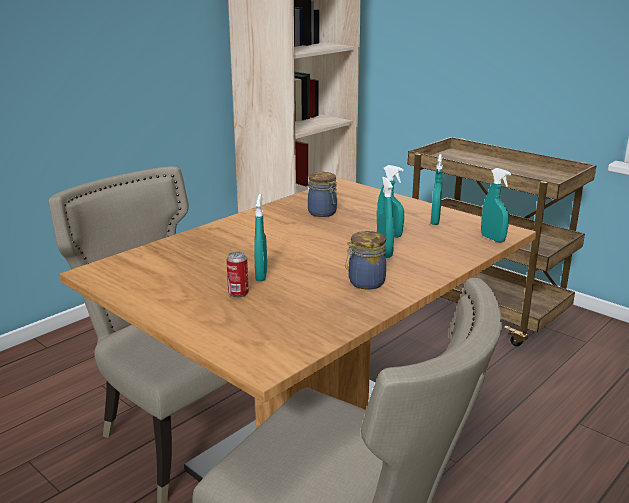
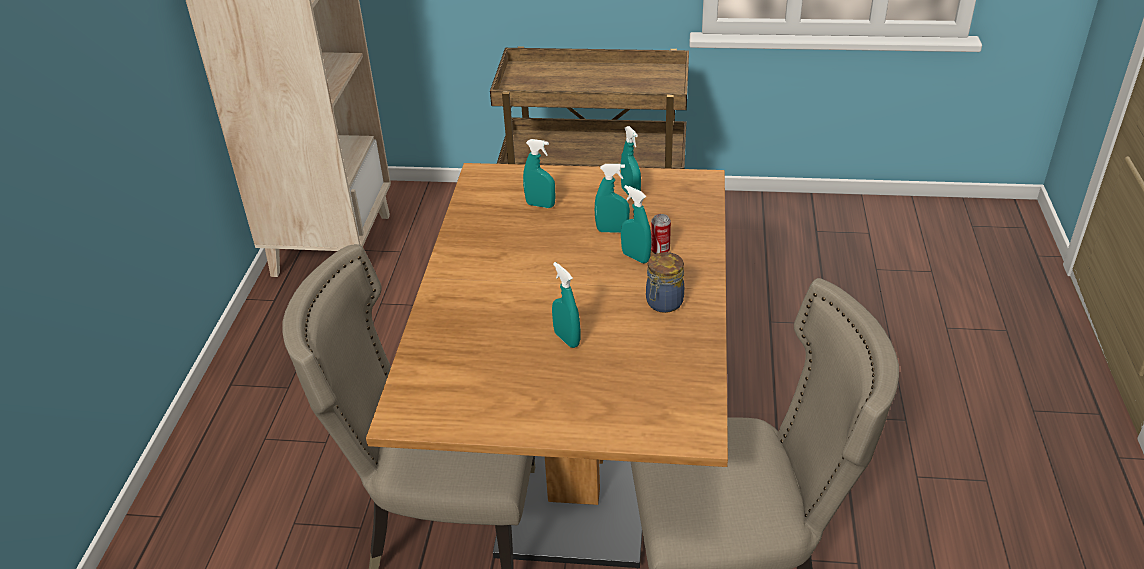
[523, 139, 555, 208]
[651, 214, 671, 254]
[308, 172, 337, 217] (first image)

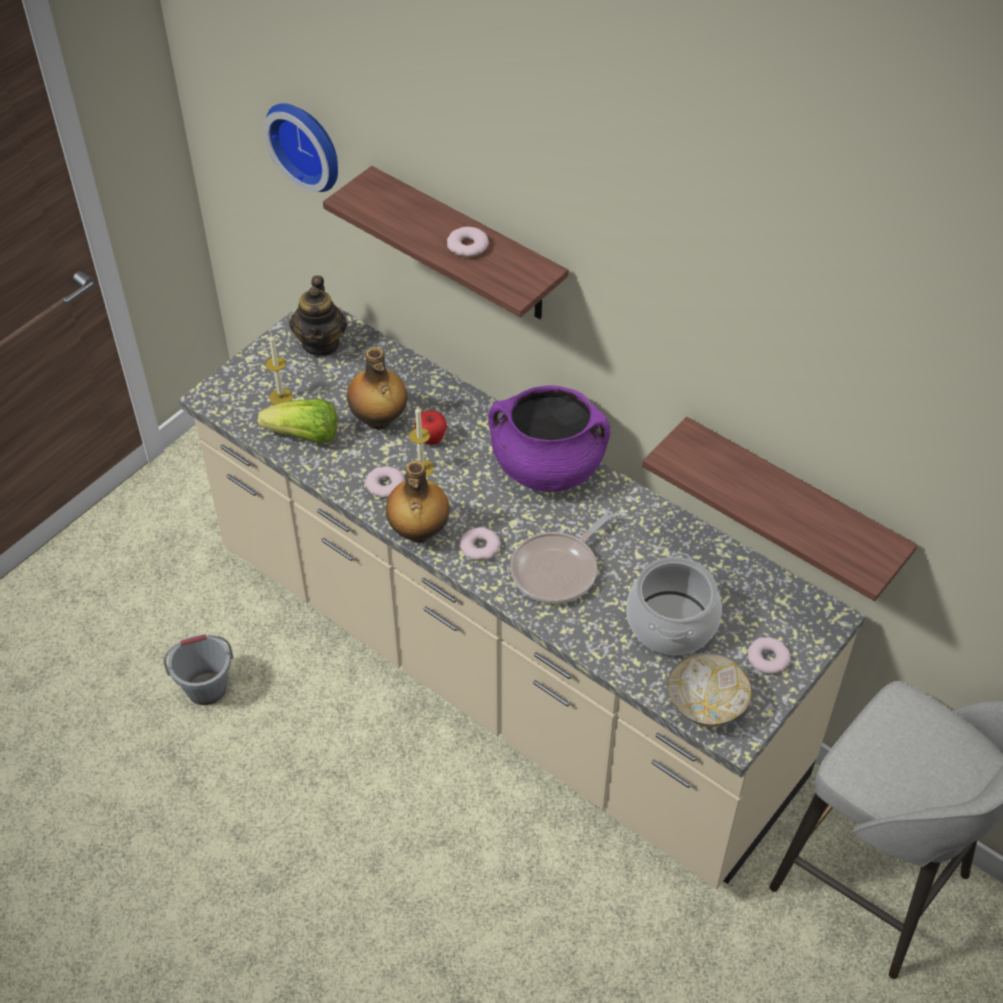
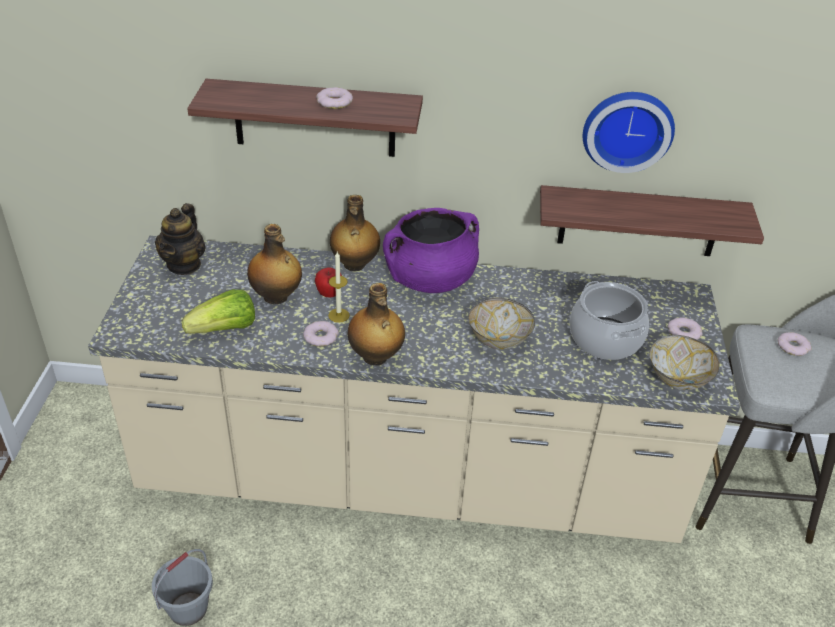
[155, 203, 206, 275]
[330, 195, 380, 272]
[469, 297, 535, 350]
[583, 92, 675, 173]
[778, 332, 812, 356]
[265, 335, 293, 405] (first image)

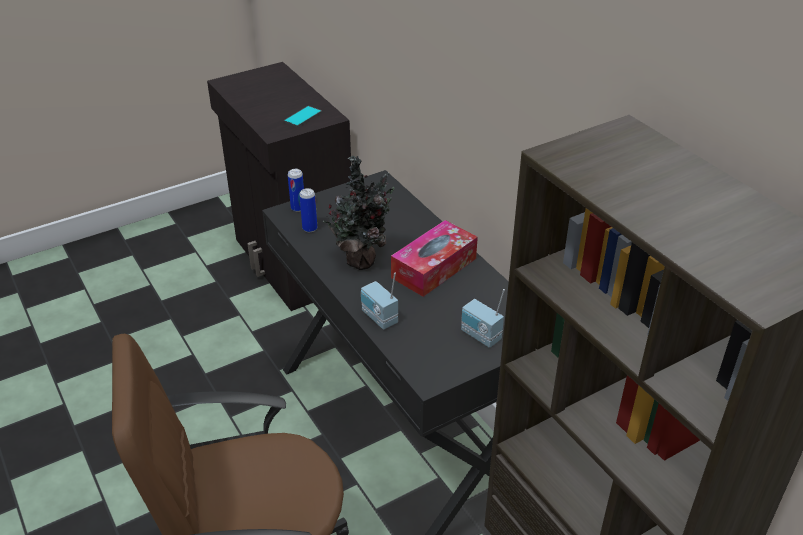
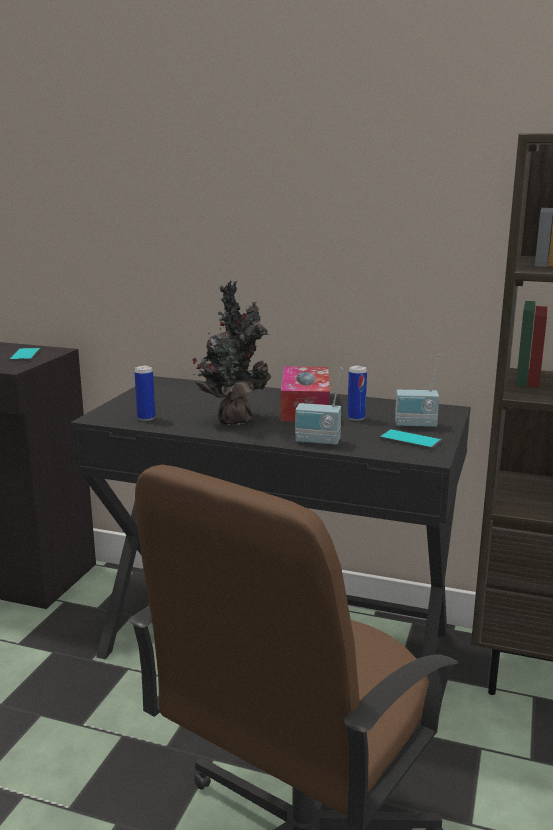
[347, 366, 367, 421]
[379, 429, 443, 450]

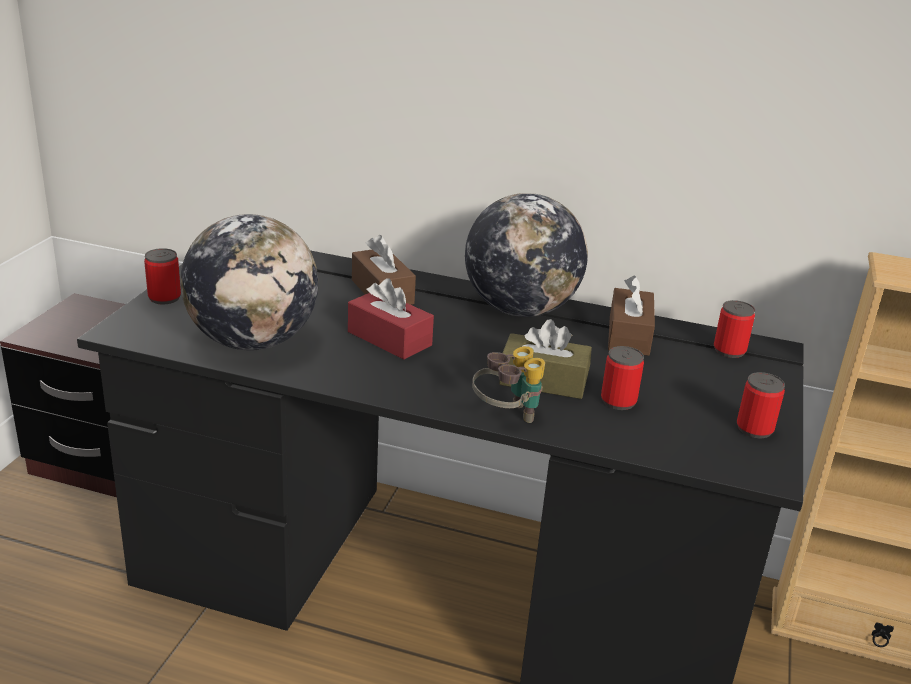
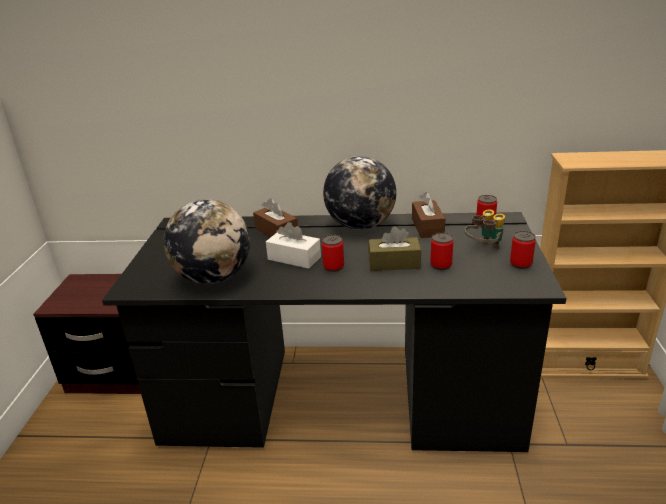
[266, 222, 321, 269]
[322, 235, 344, 272]
[465, 209, 505, 250]

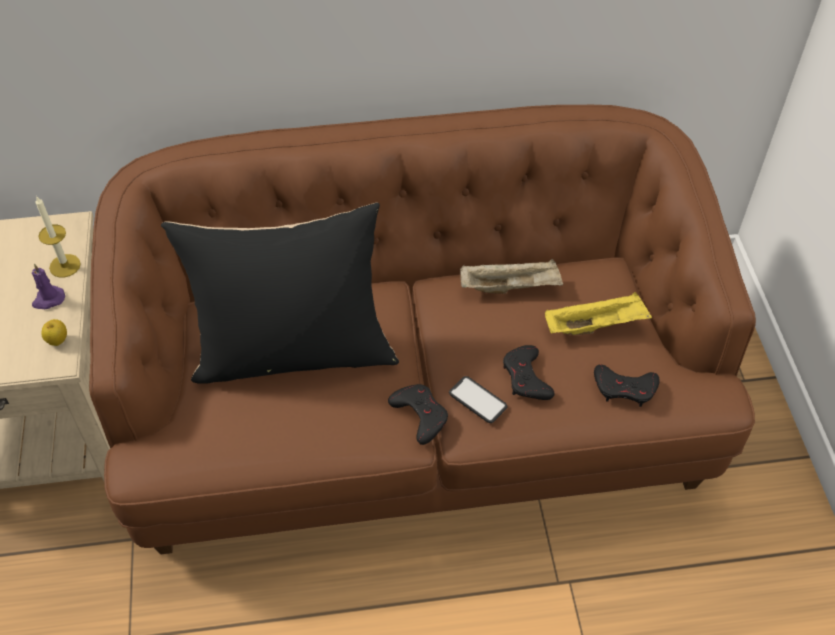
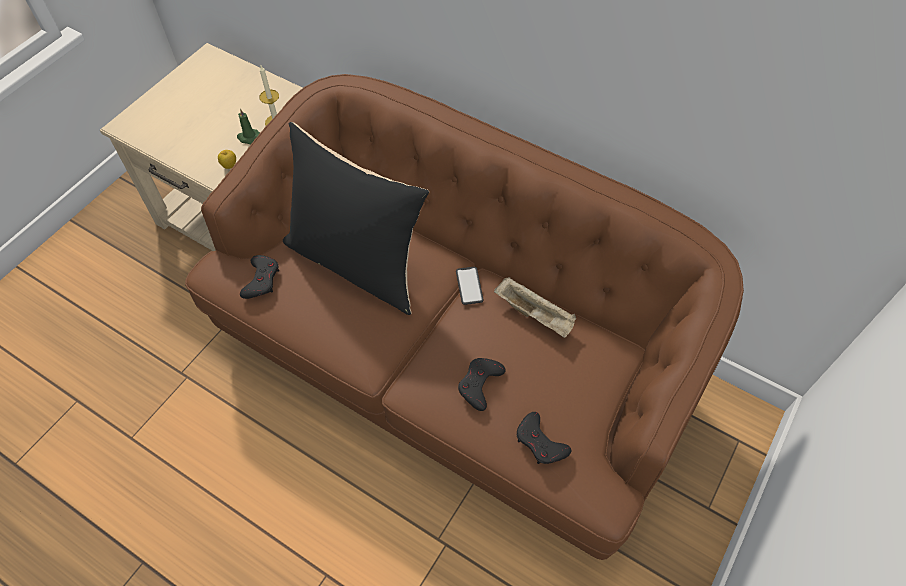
[237, 108, 260, 144]
[240, 255, 279, 299]
[456, 267, 484, 305]
[545, 292, 652, 335] (first image)

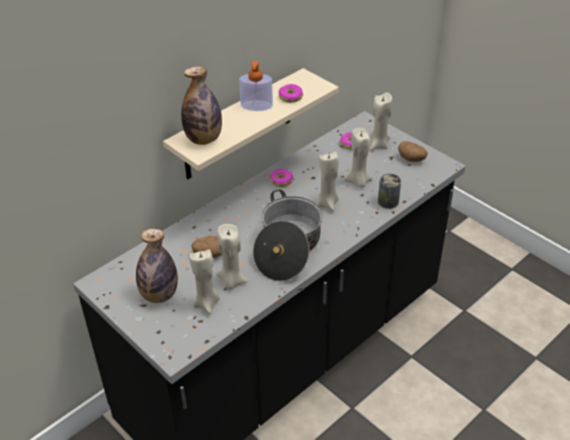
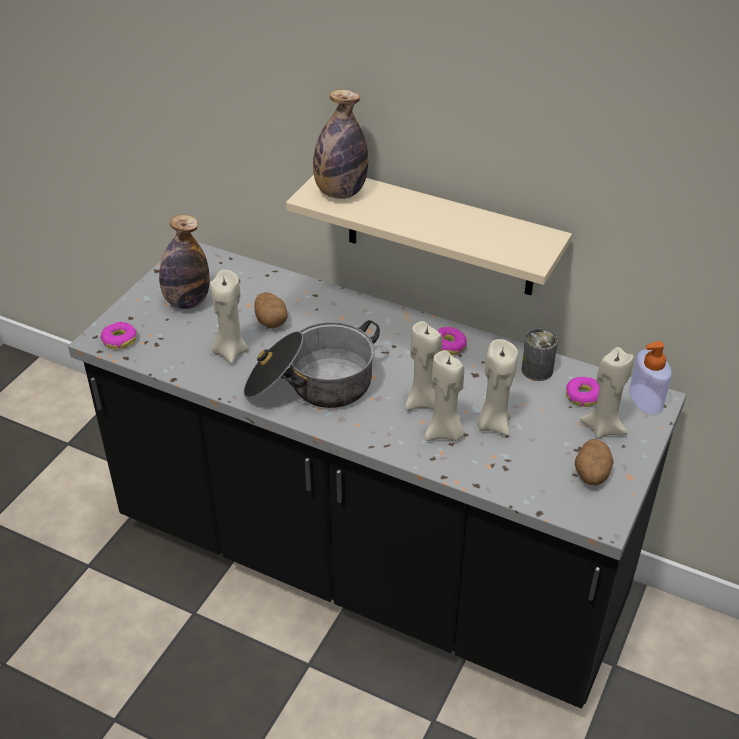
[101, 322, 137, 349]
[425, 350, 465, 441]
[522, 328, 558, 381]
[629, 341, 672, 415]

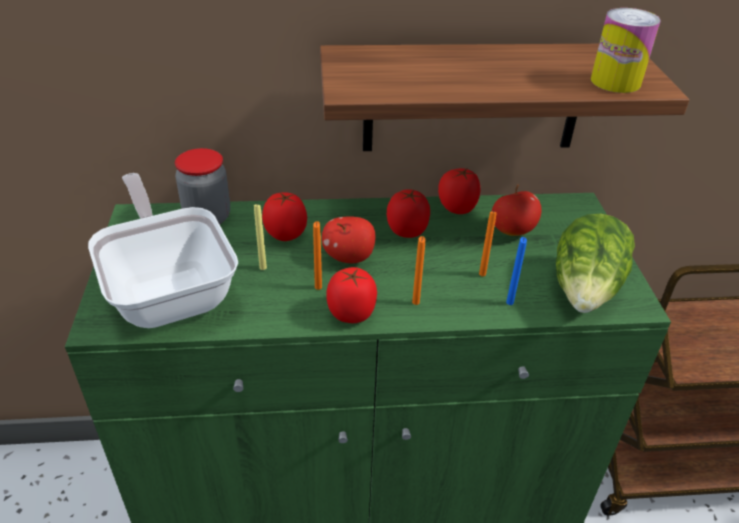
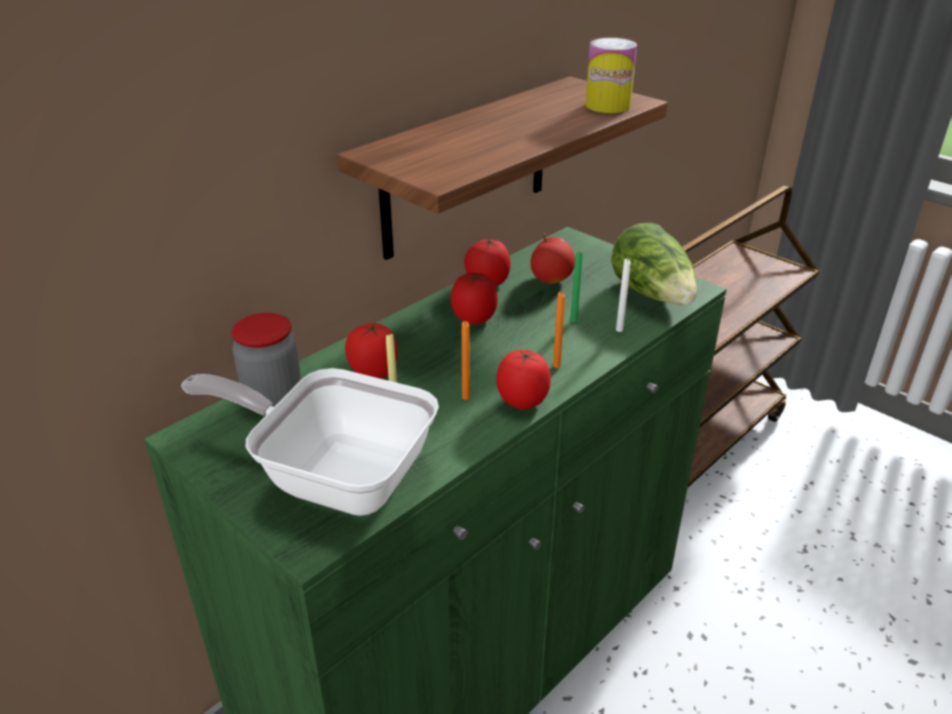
[570, 250, 582, 323]
[616, 259, 631, 332]
[322, 216, 375, 263] (first image)

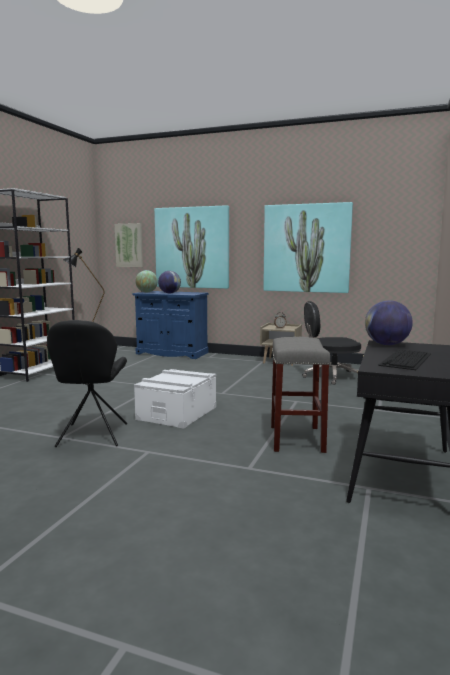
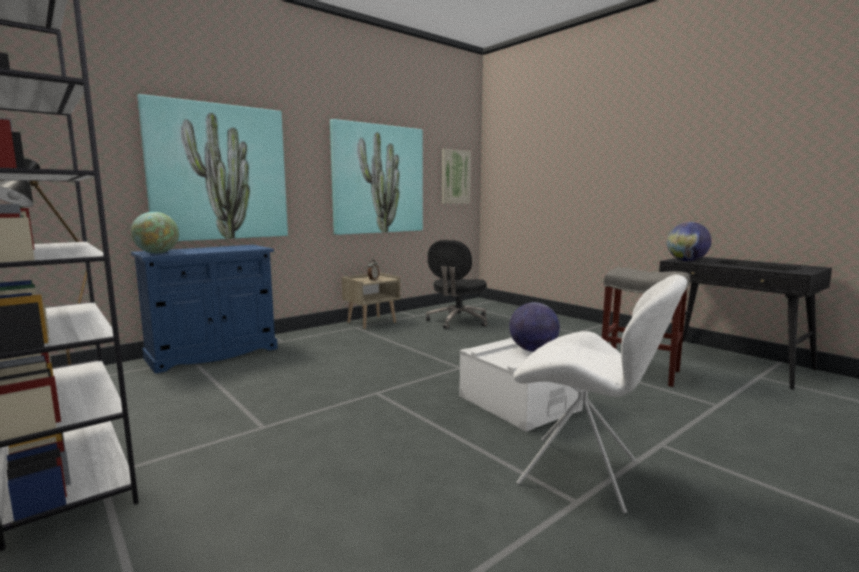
[442, 149, 471, 204]
[509, 302, 560, 352]
[513, 274, 687, 514]

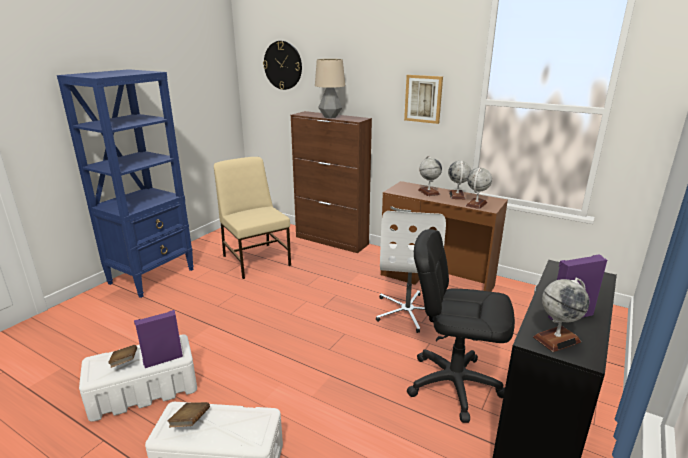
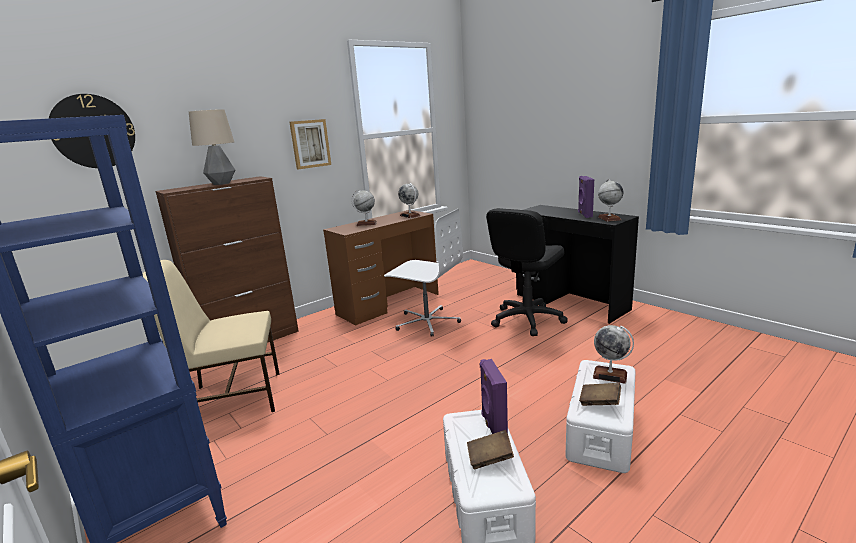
[593, 325, 634, 384]

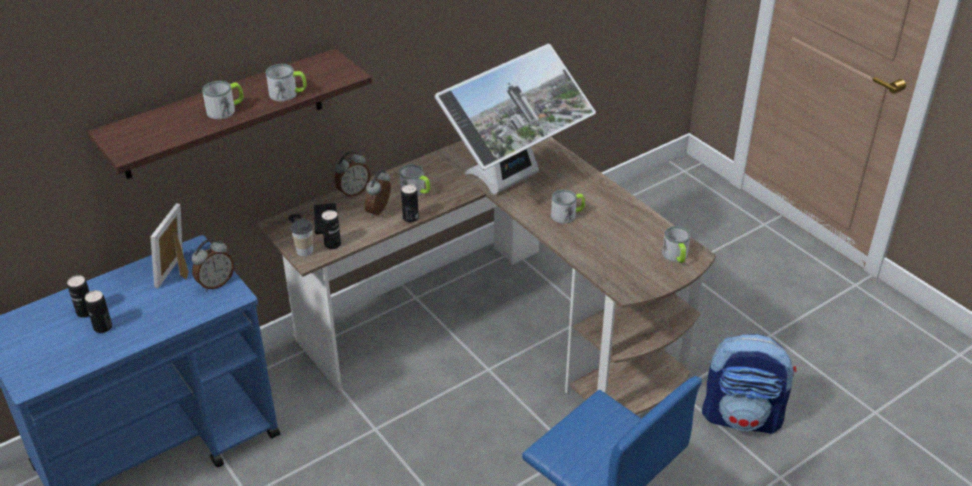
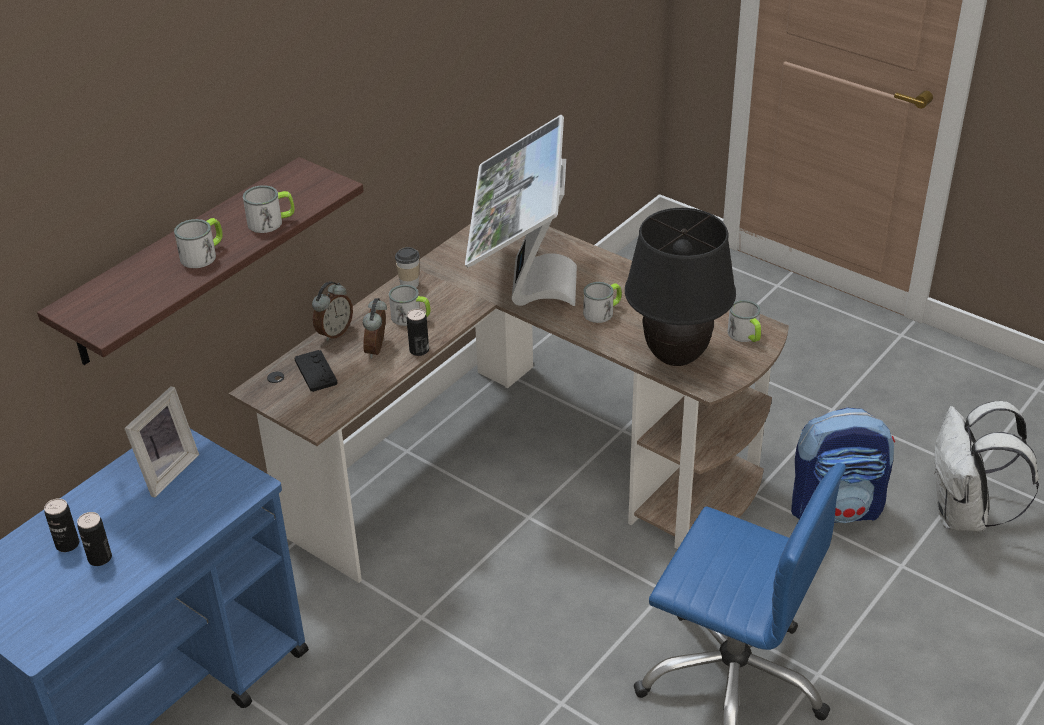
[124, 386, 199, 498]
[395, 247, 420, 288]
[465, 115, 577, 306]
[625, 208, 736, 366]
[934, 401, 1039, 532]
[192, 239, 234, 291] (first image)
[321, 210, 341, 249] (first image)

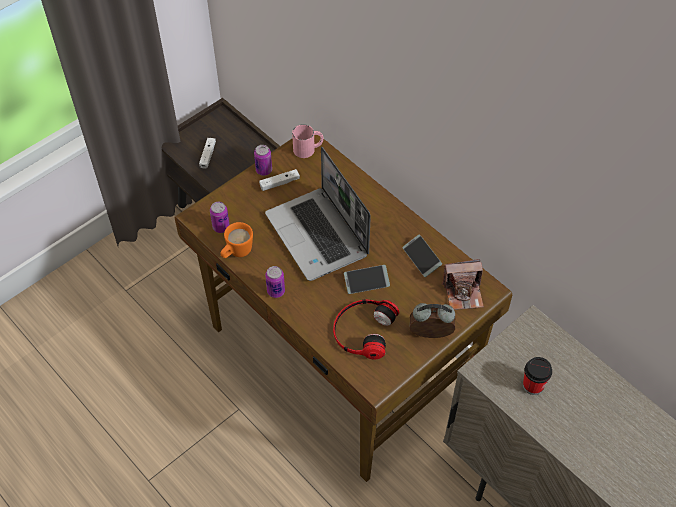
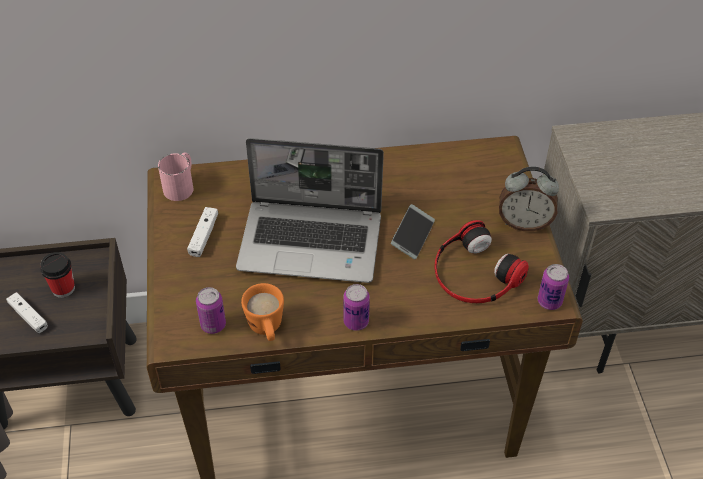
[40, 252, 75, 298]
[499, 167, 559, 231]
[538, 264, 569, 310]
[403, 235, 442, 277] (first image)
[442, 259, 484, 310] (first image)

